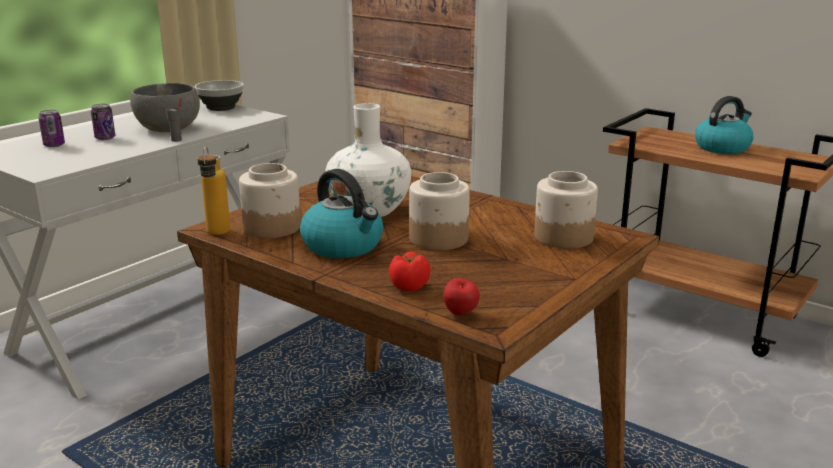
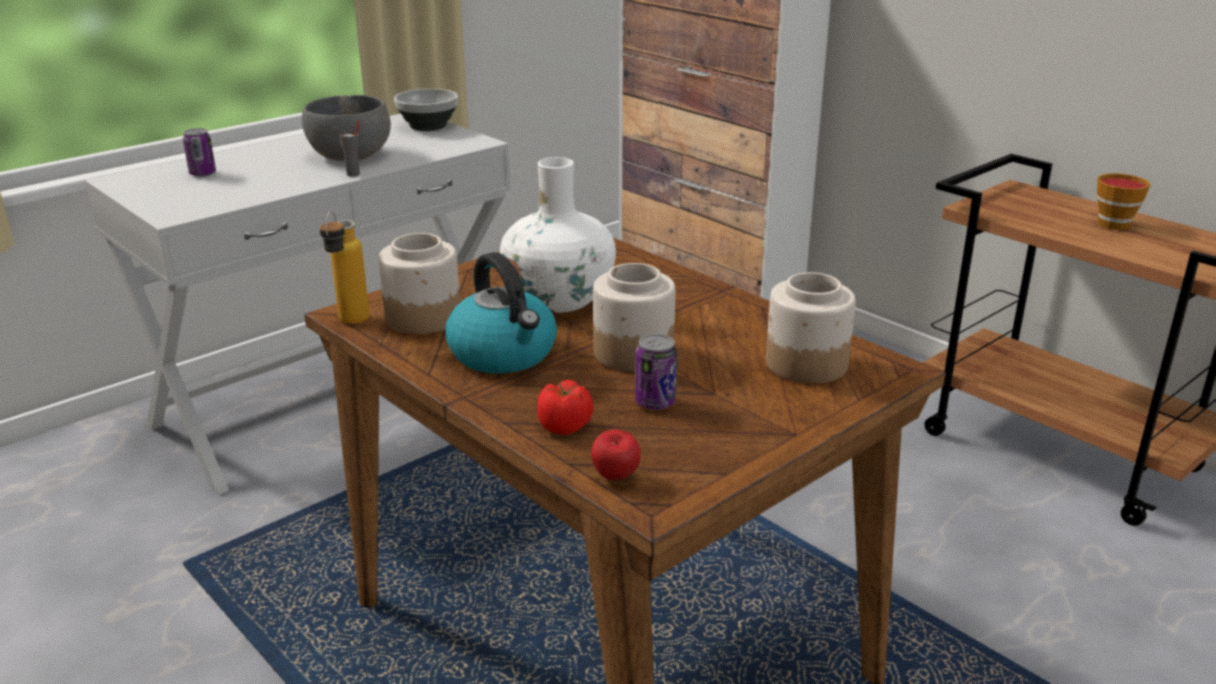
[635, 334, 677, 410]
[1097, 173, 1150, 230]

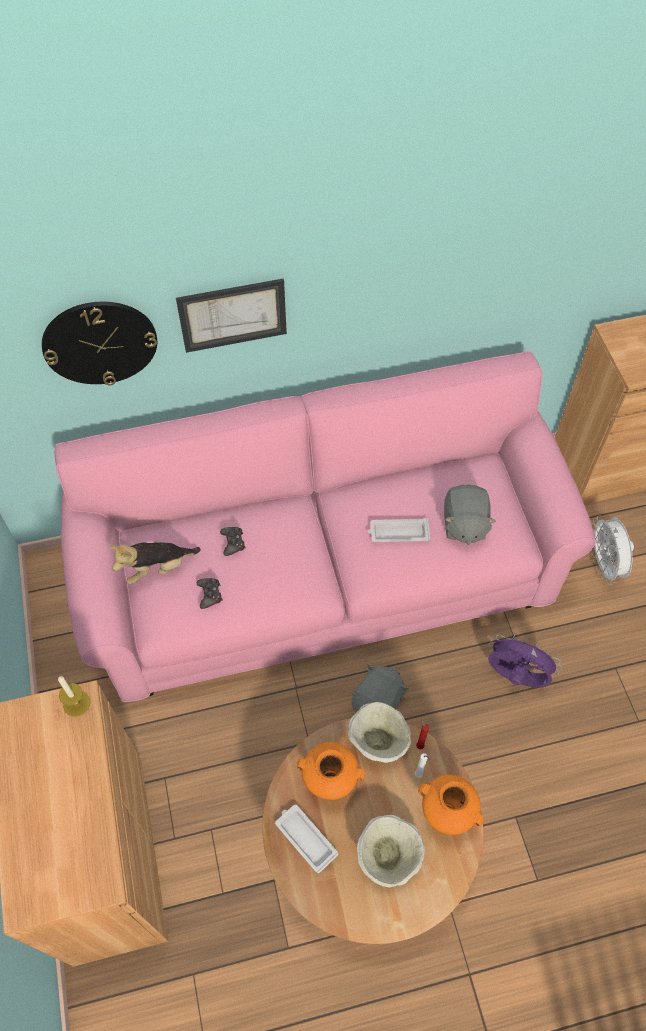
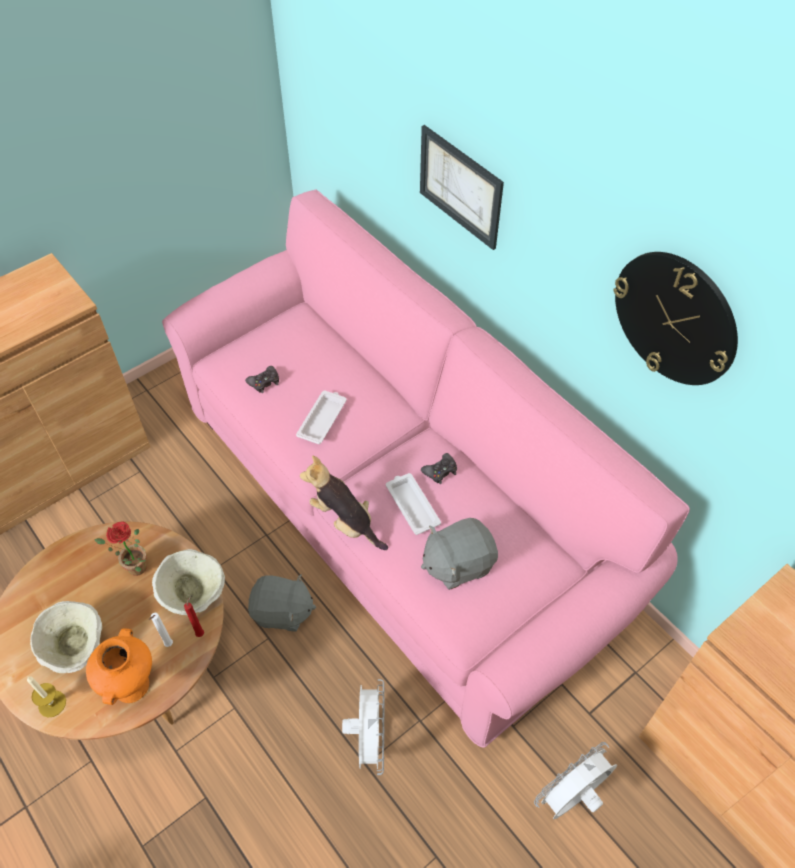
[27, 676, 66, 718]
[94, 521, 147, 576]
[296, 391, 347, 444]
[300, 456, 388, 550]
[342, 679, 385, 775]
[421, 453, 457, 484]
[613, 252, 738, 385]

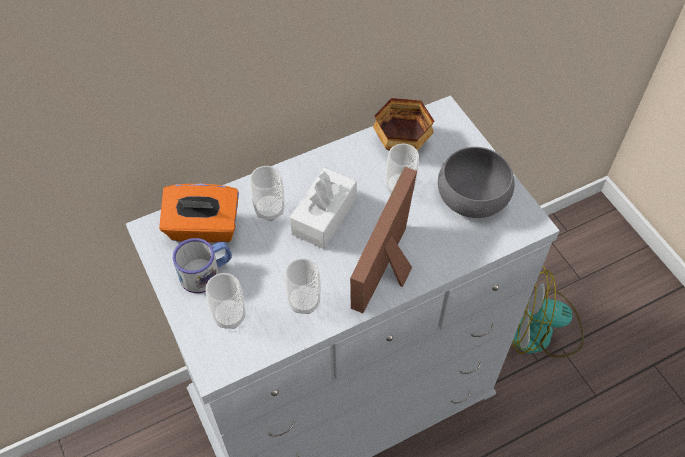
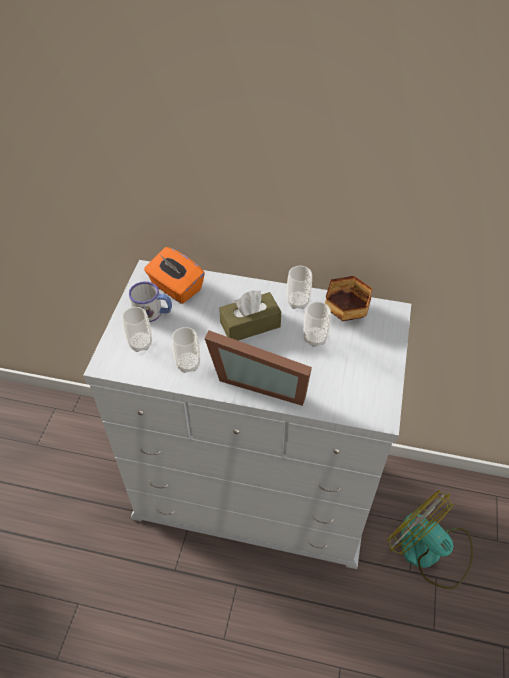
[204, 330, 312, 406]
[219, 290, 281, 341]
[287, 265, 312, 309]
[438, 147, 514, 218] (first image)

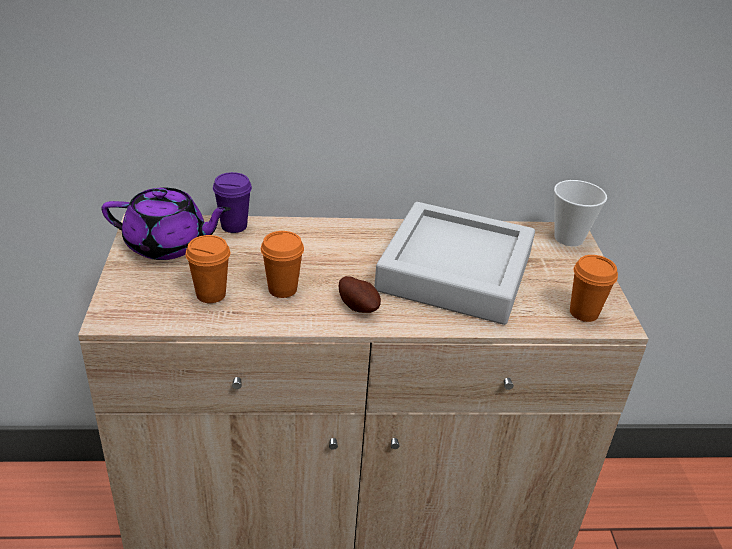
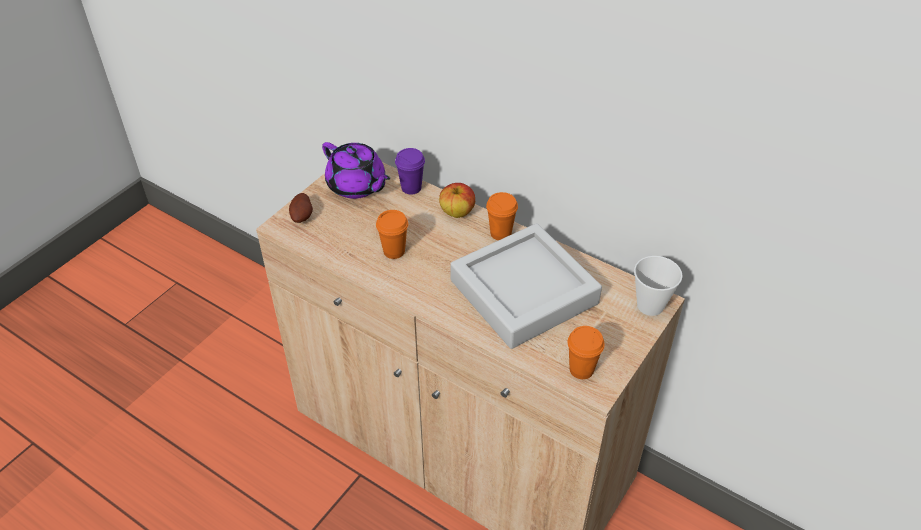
[289, 193, 313, 223]
[439, 183, 475, 218]
[486, 192, 518, 240]

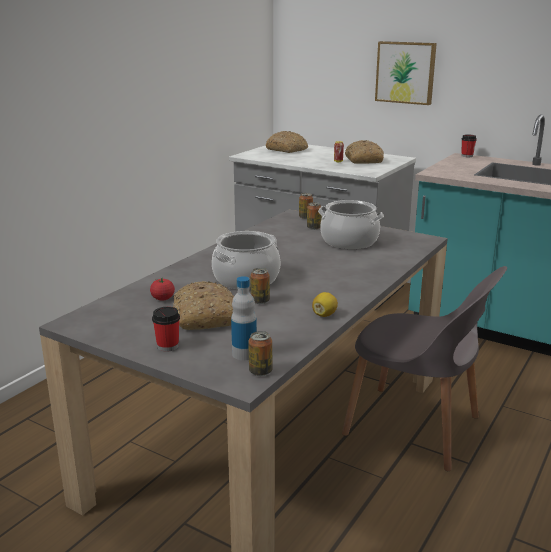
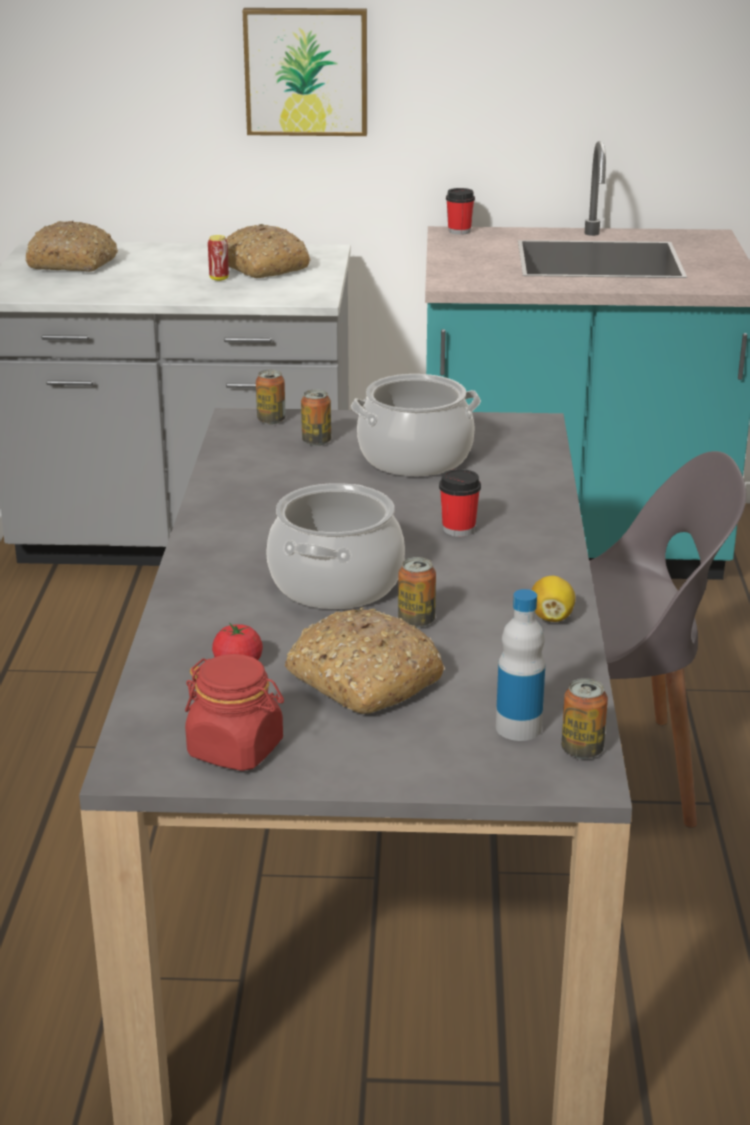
[185, 654, 284, 771]
[439, 469, 481, 537]

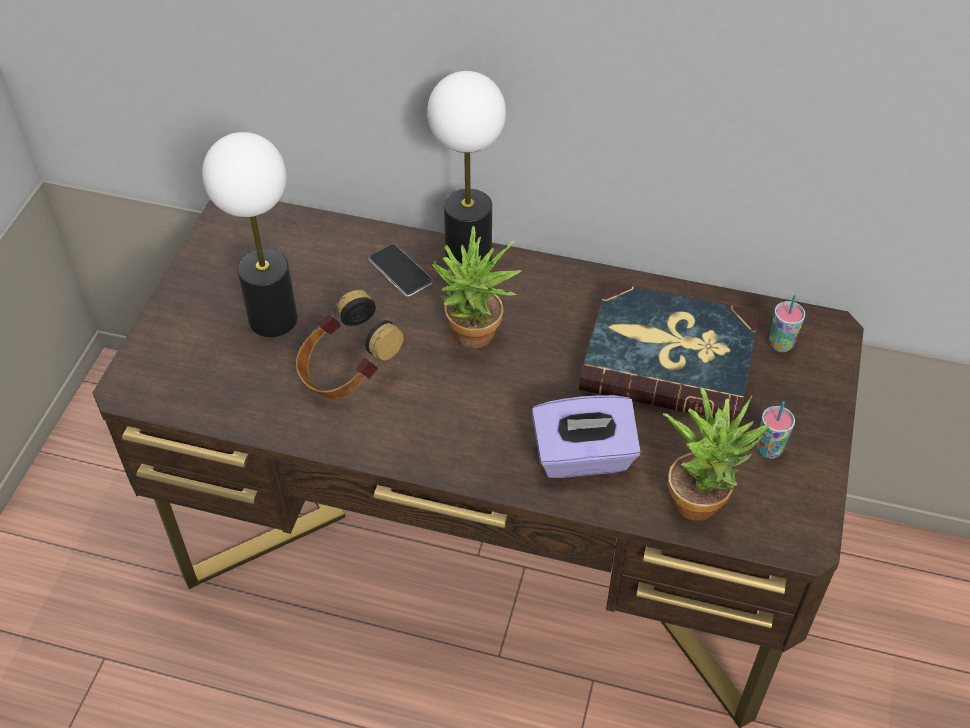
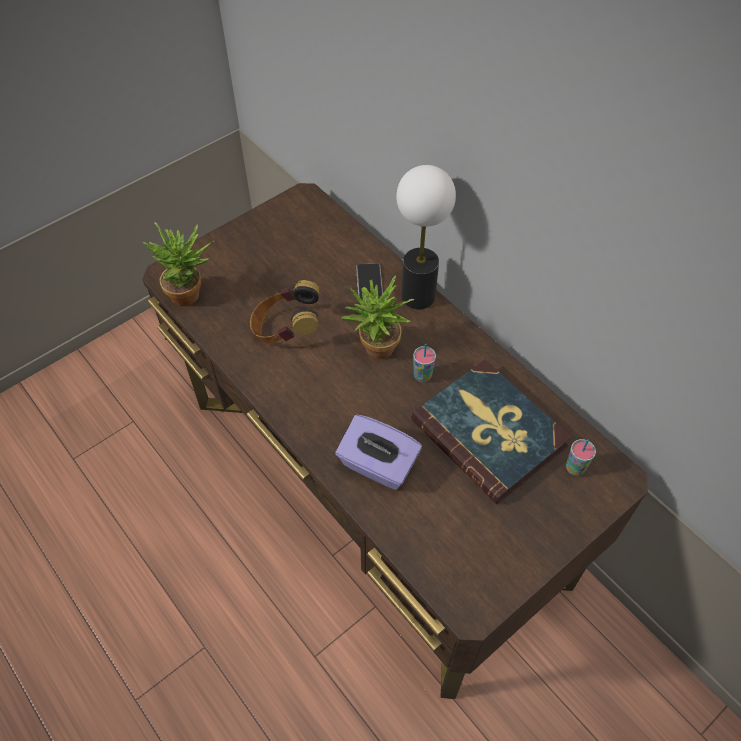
[143, 222, 214, 306]
[413, 344, 436, 382]
[202, 132, 297, 337] (first image)

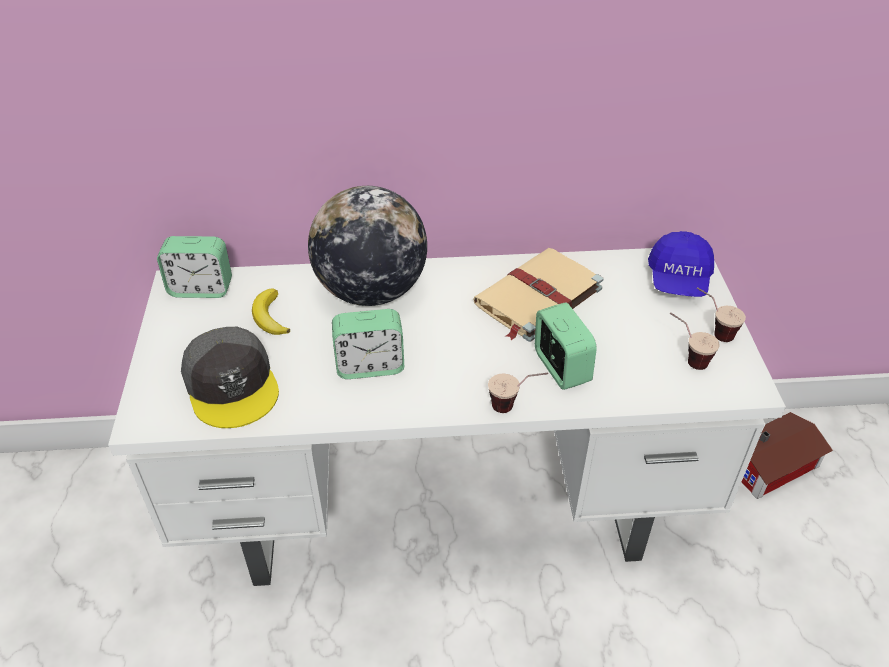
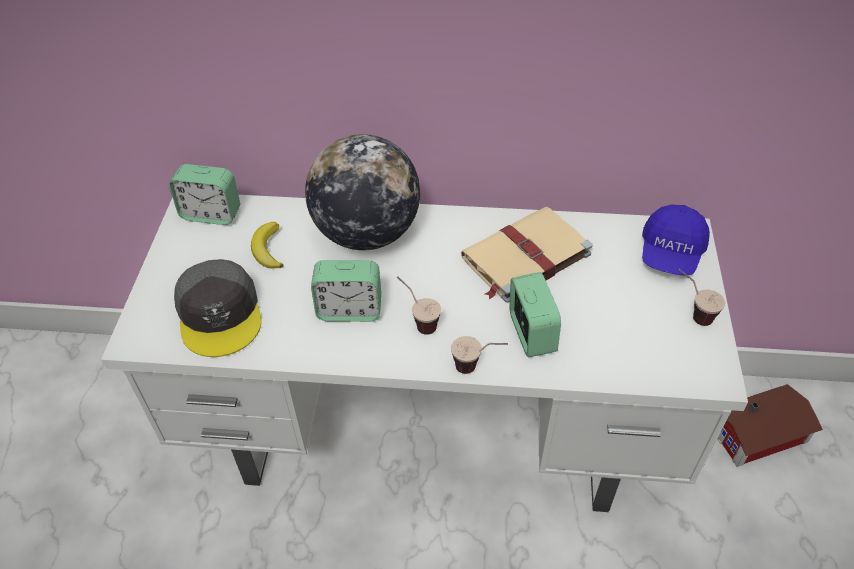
[397, 277, 441, 335]

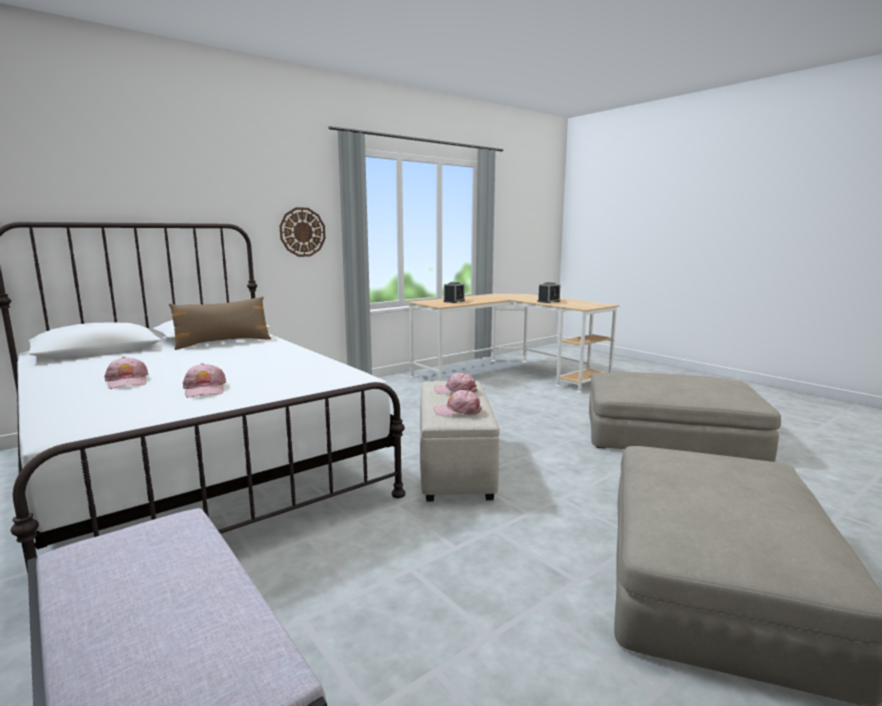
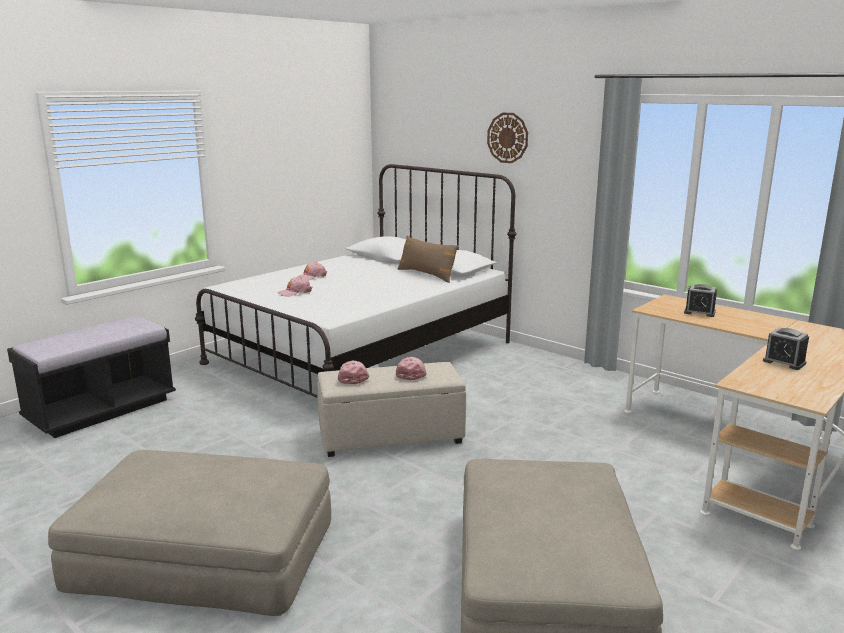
[487, 113, 528, 163]

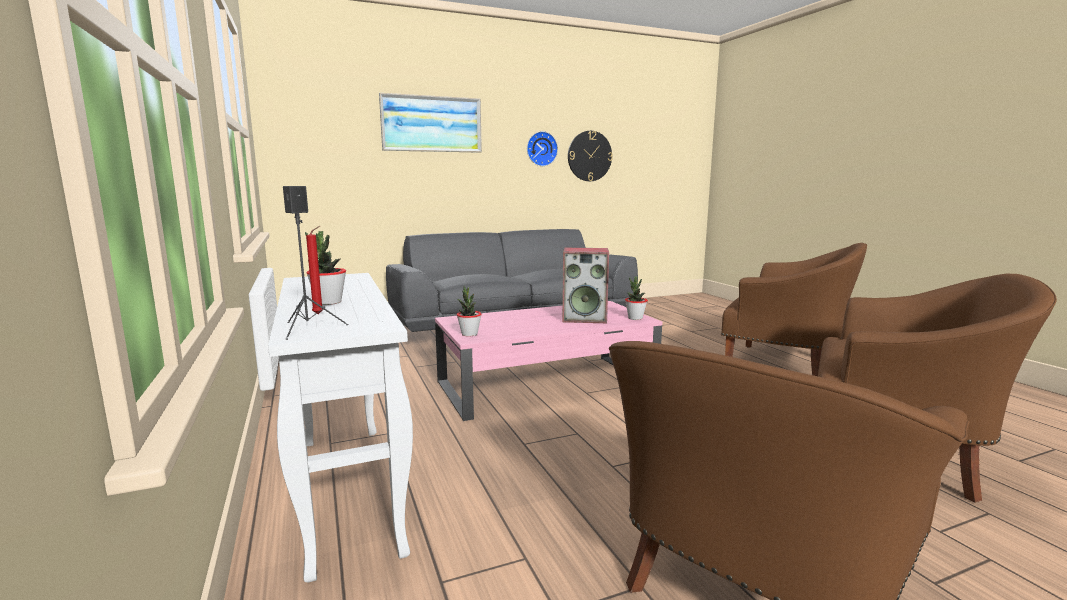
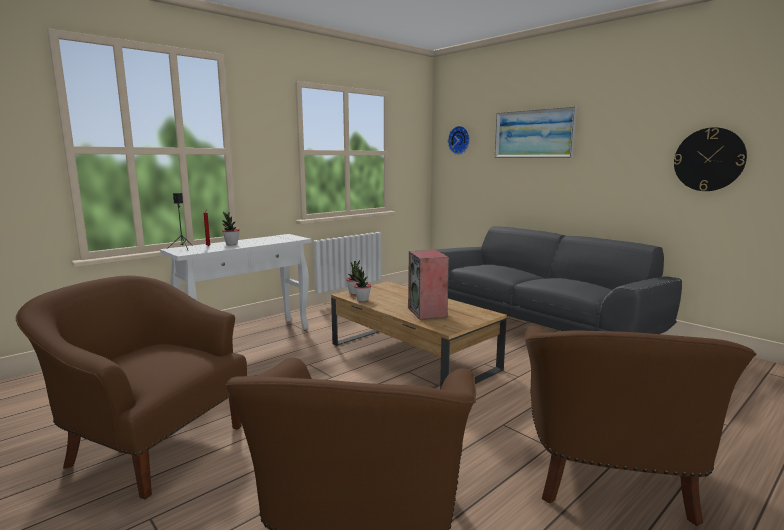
[331, 282, 507, 389]
[354, 266, 371, 302]
[448, 126, 470, 155]

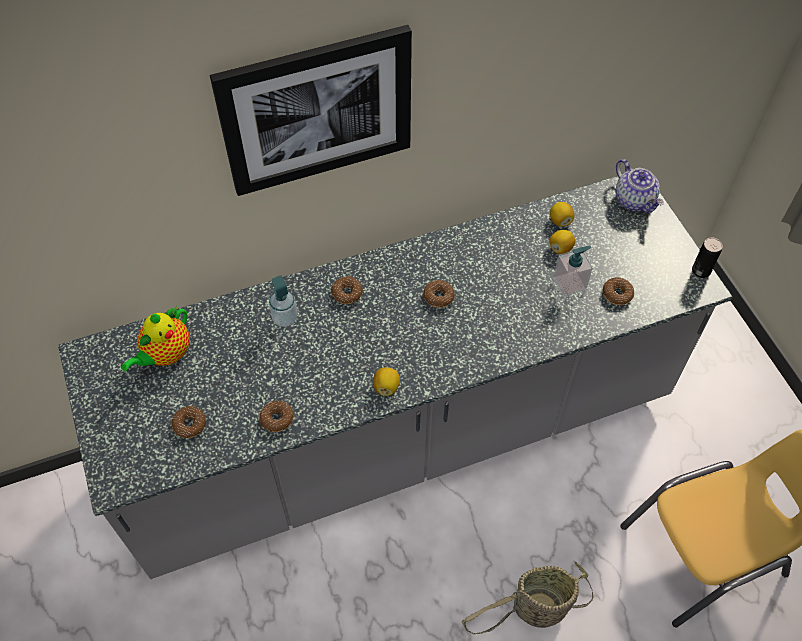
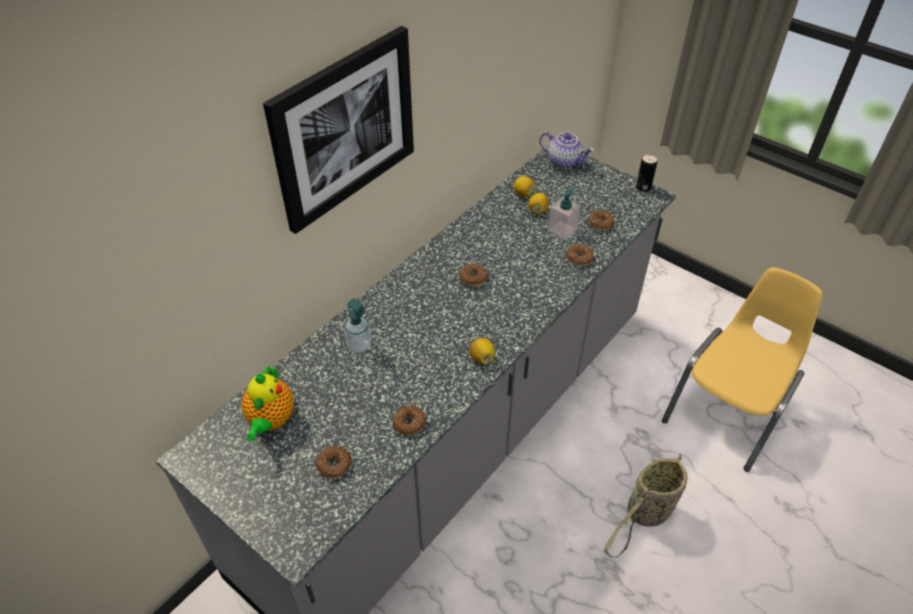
[567, 244, 594, 266]

